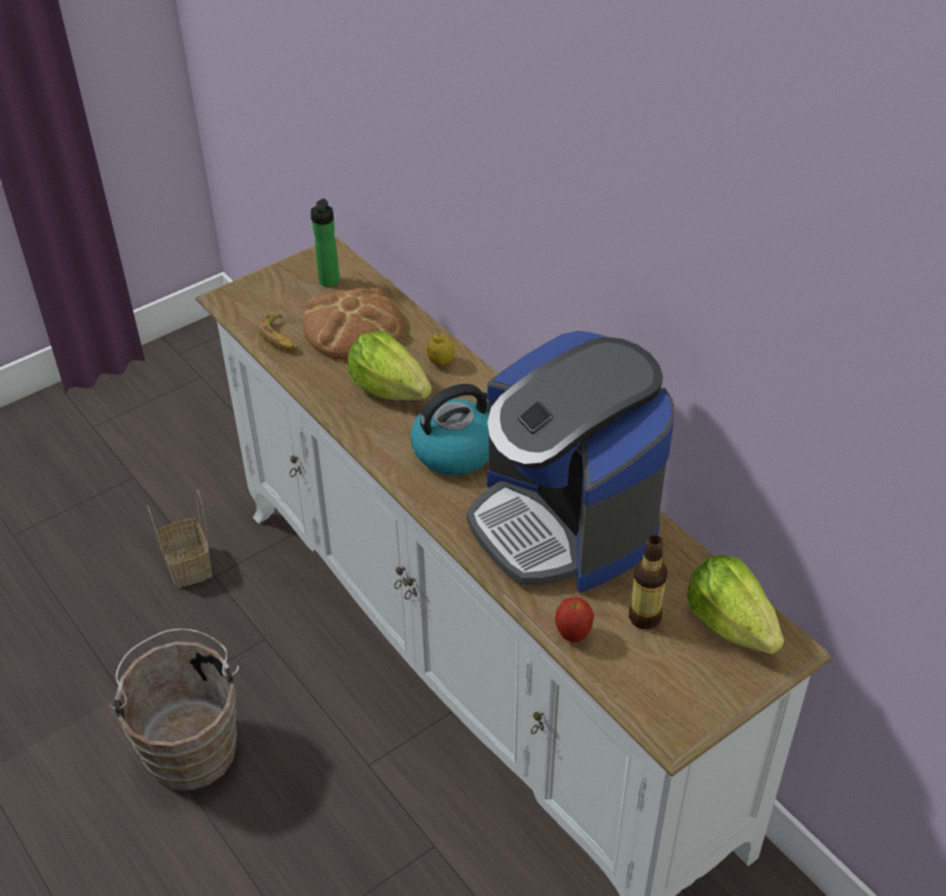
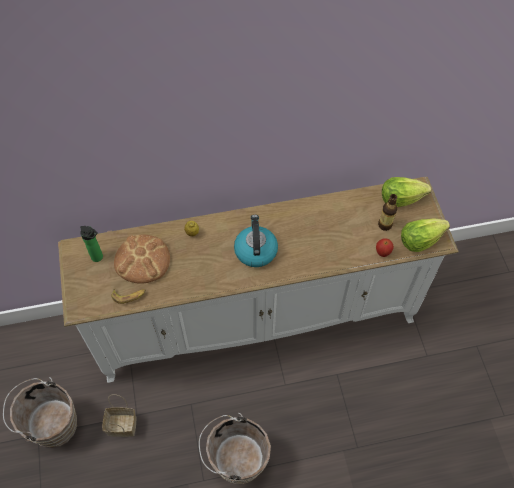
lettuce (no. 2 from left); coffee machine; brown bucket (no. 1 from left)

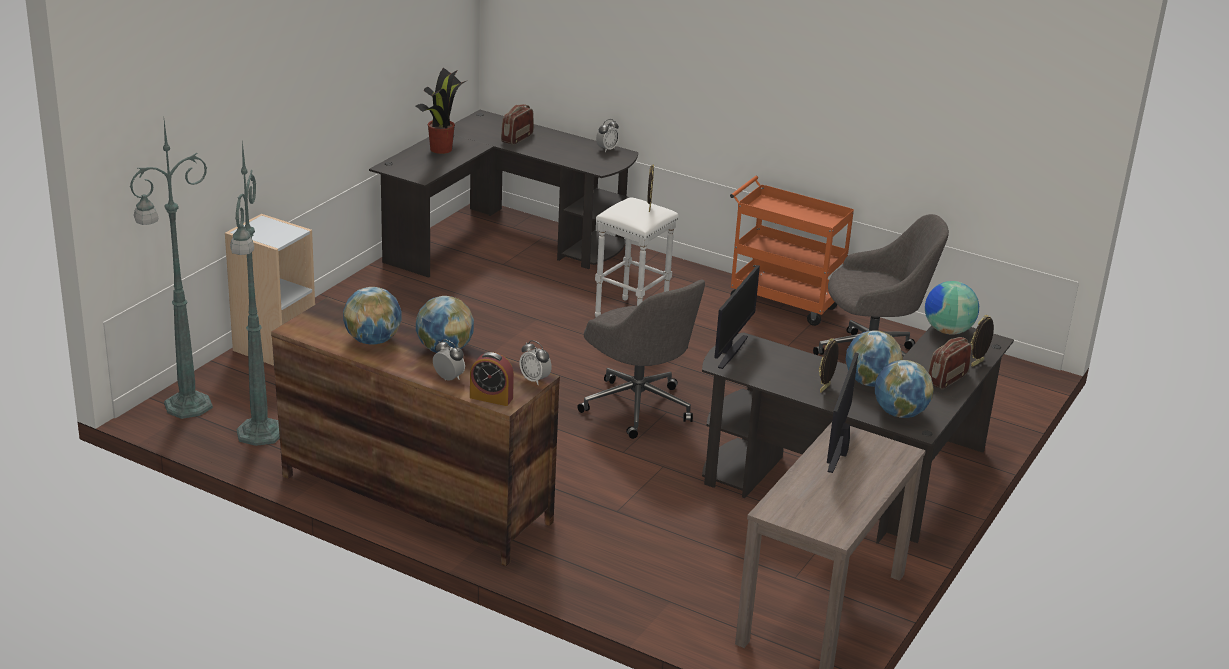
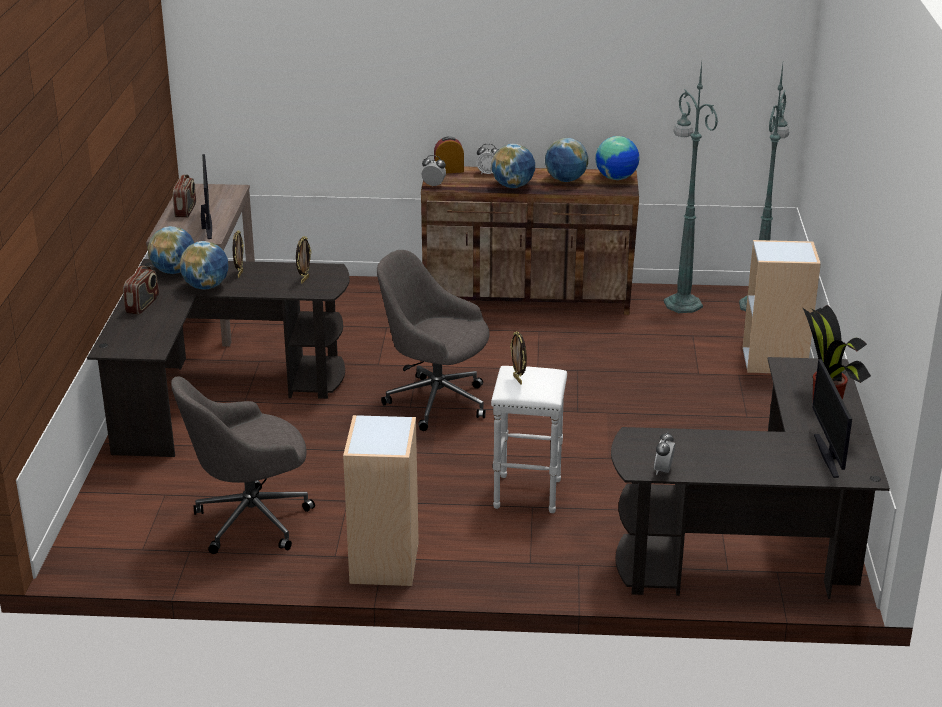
radio (no. 2 from left); monitor (no. 2 from left); bookcase (no. 1 from left); globe (no. 5 from left); picture frame (no. 2 from left)

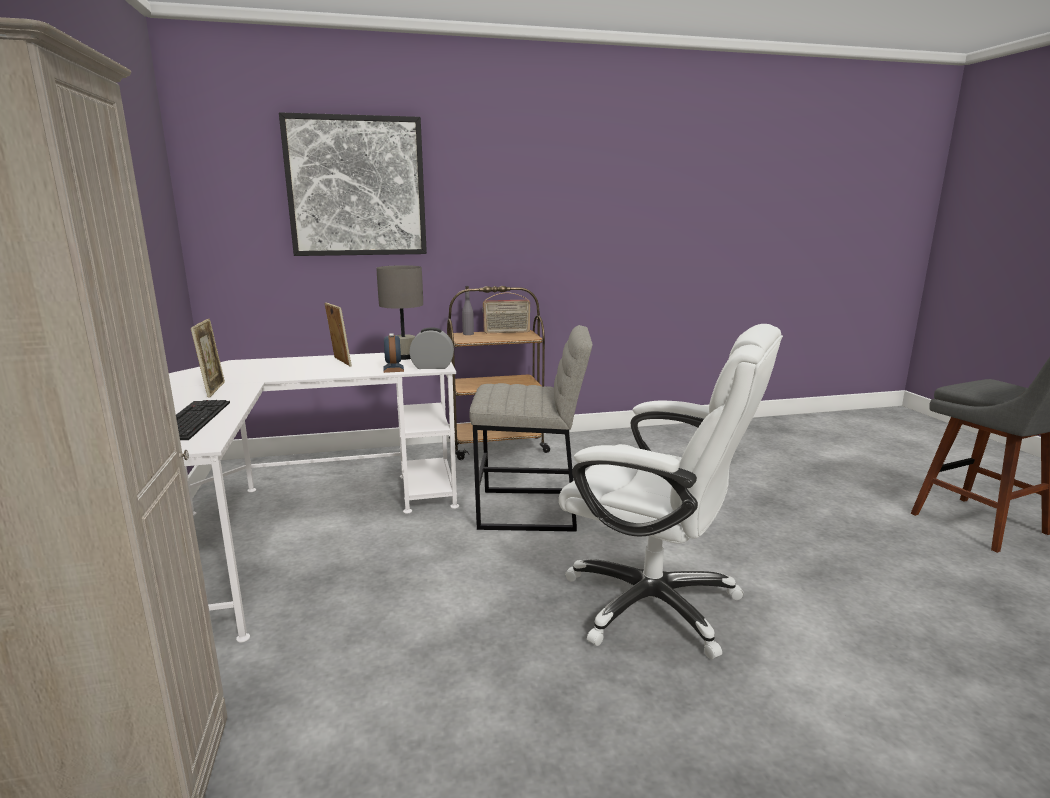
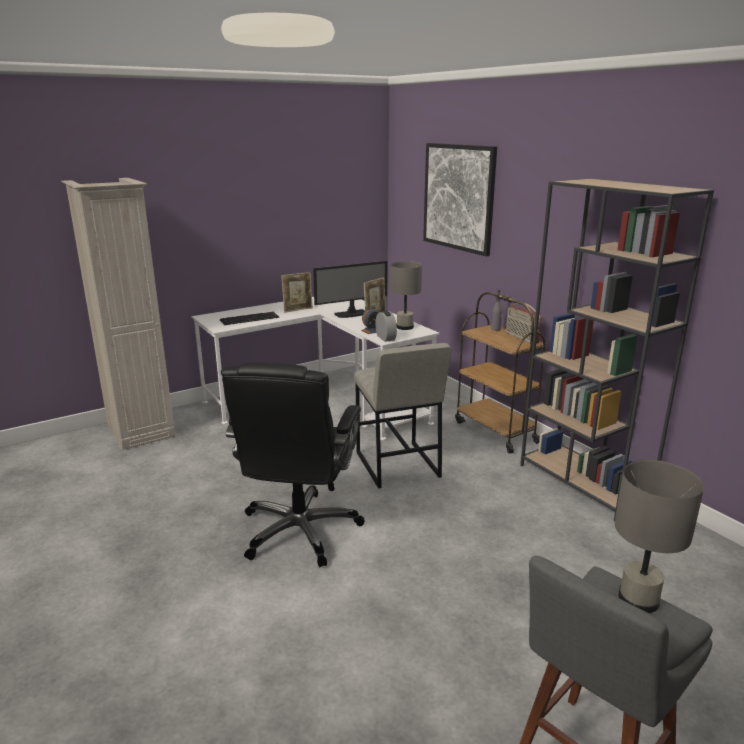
black office chair; monitor; bookcase; grey table lamp (no. 2 from left)

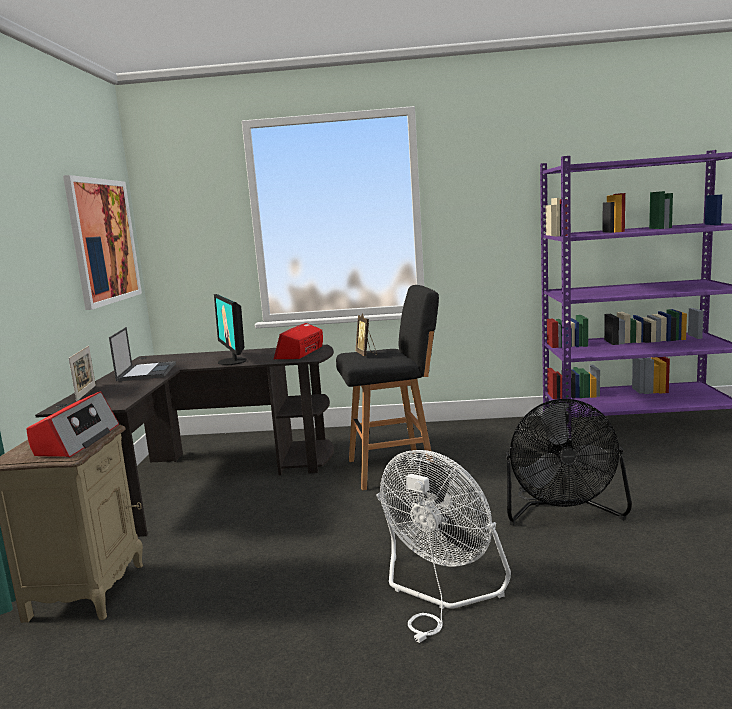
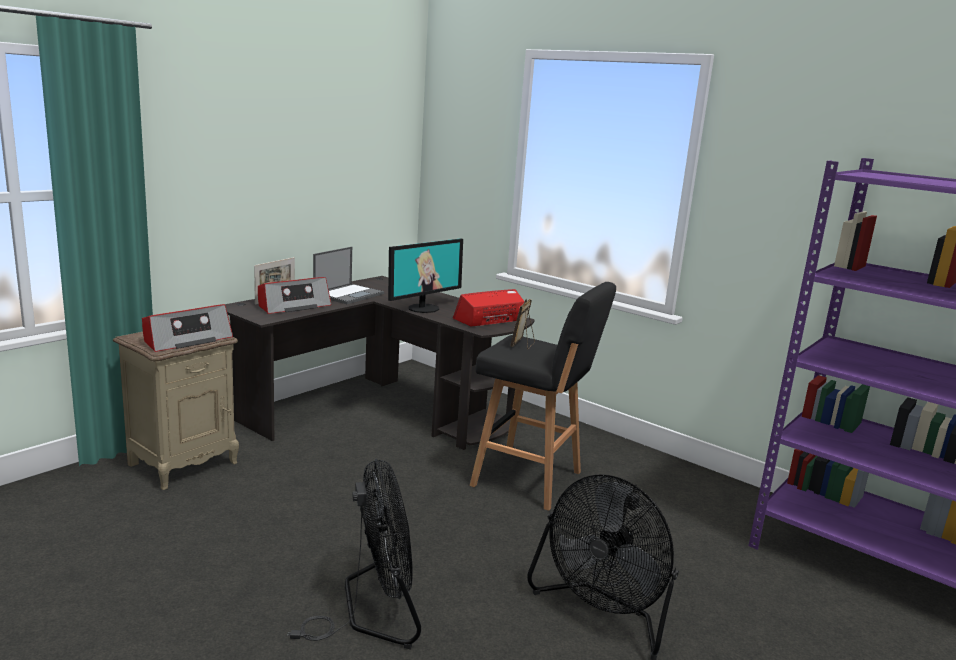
picture; monitor; black fan (no. 1 from left); radio (no. 2 from left)

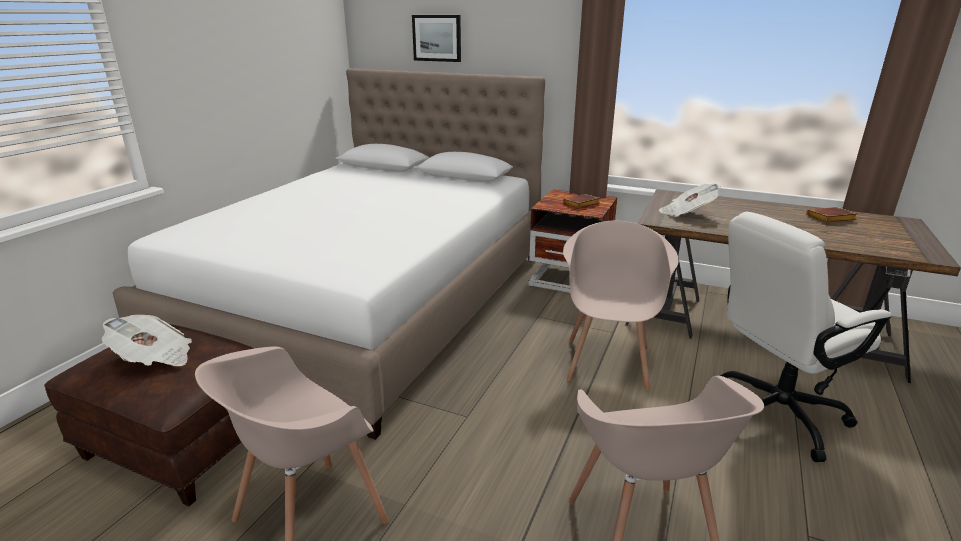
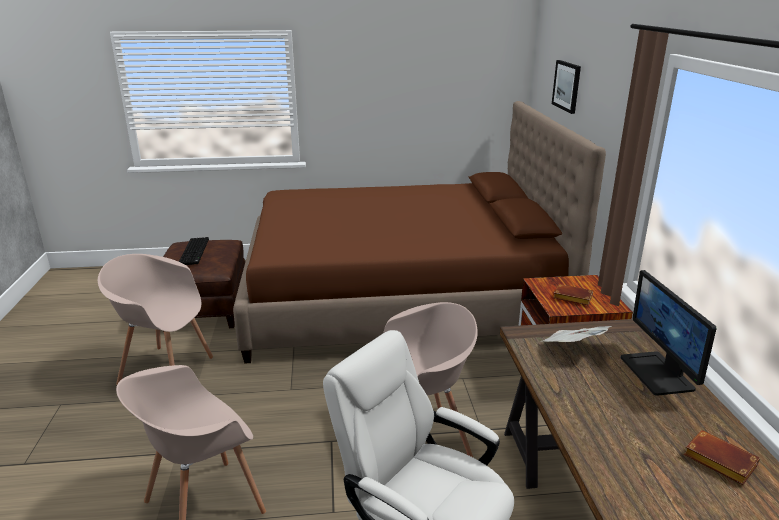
keyboard; brown bed; monitor

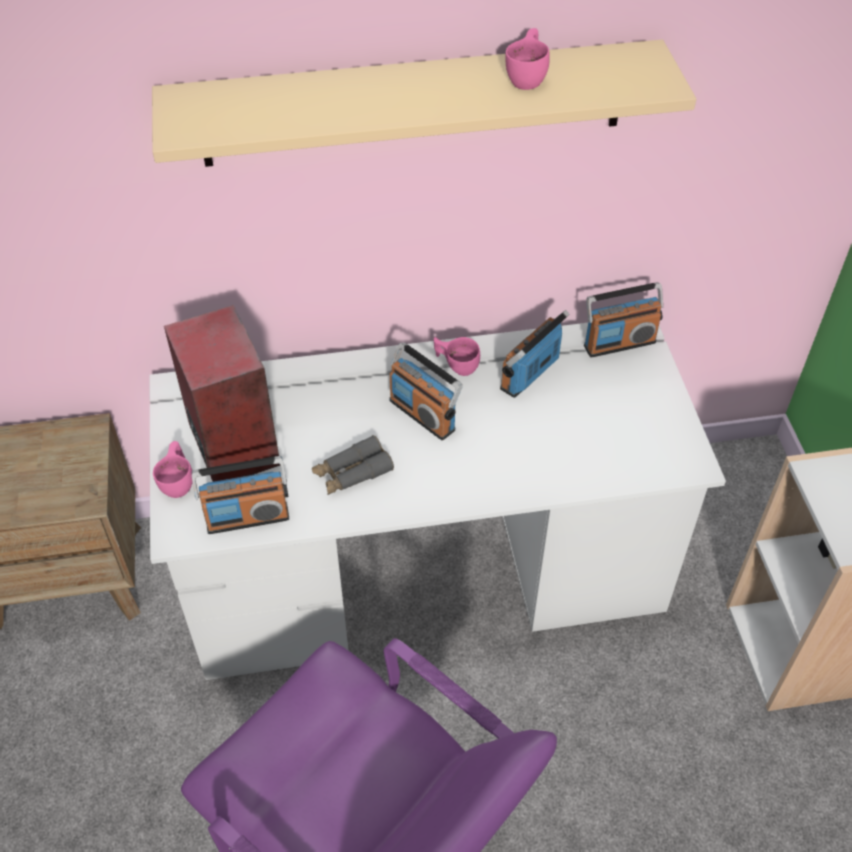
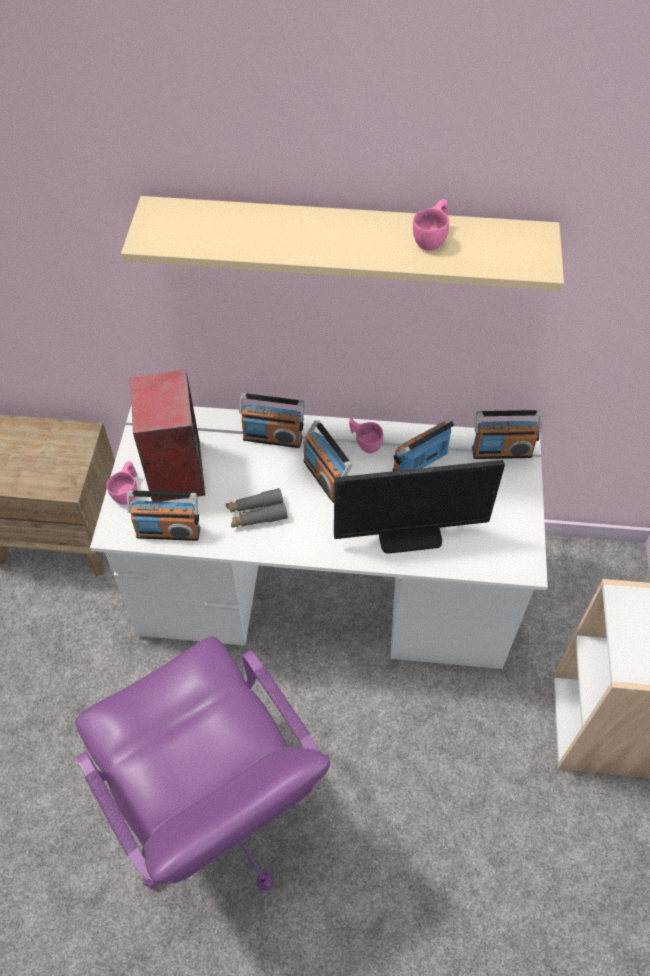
radio (no. 2 from left); monitor

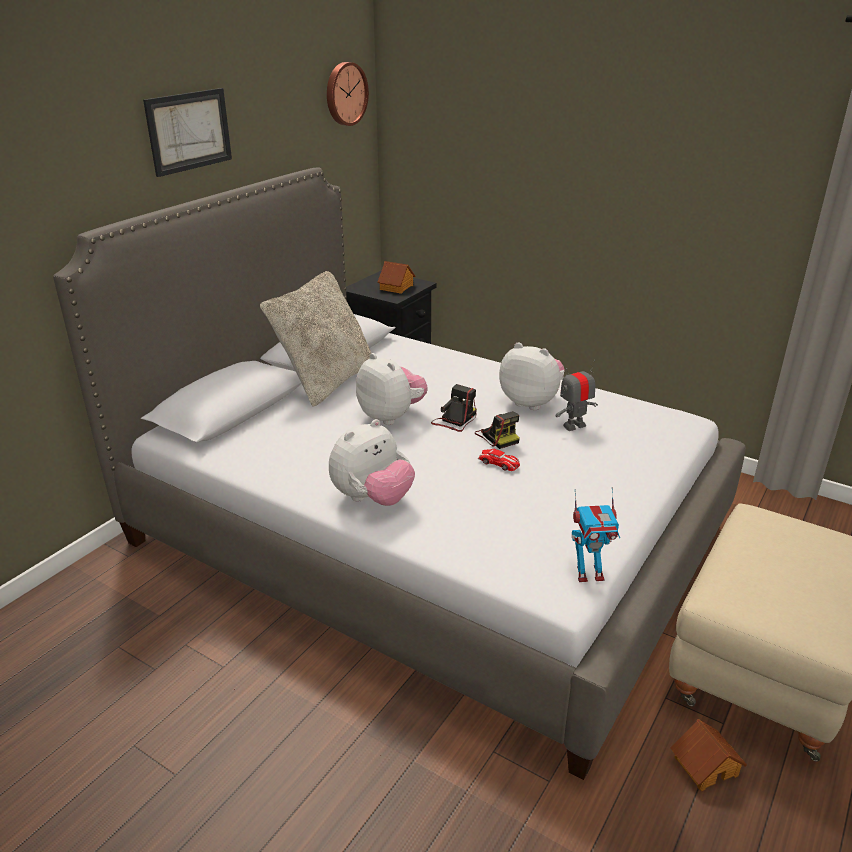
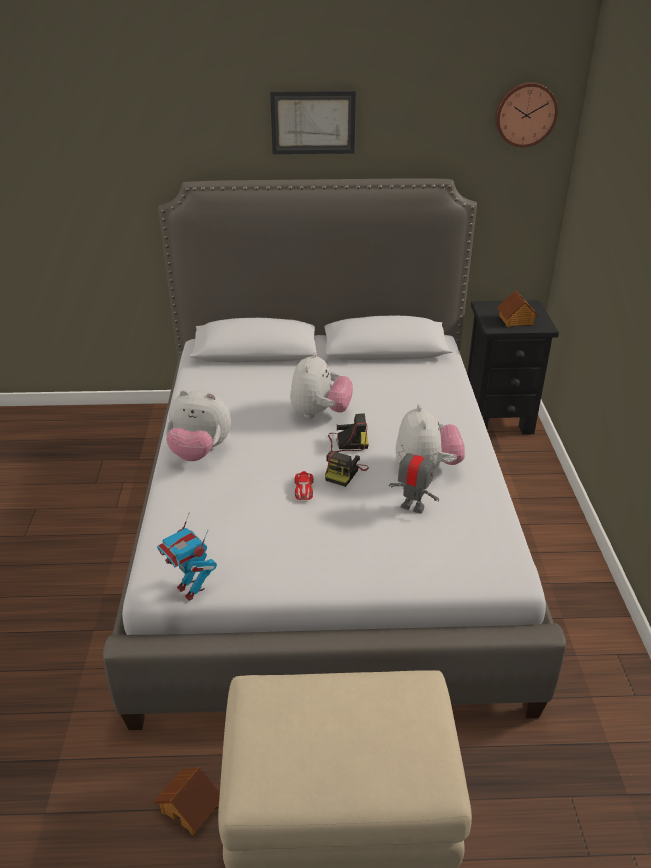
beige pillow

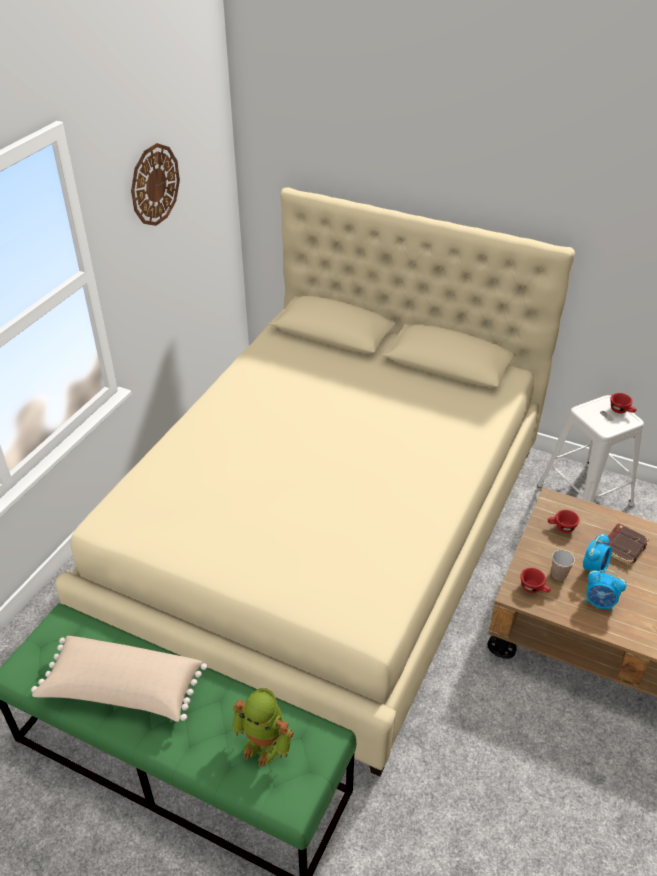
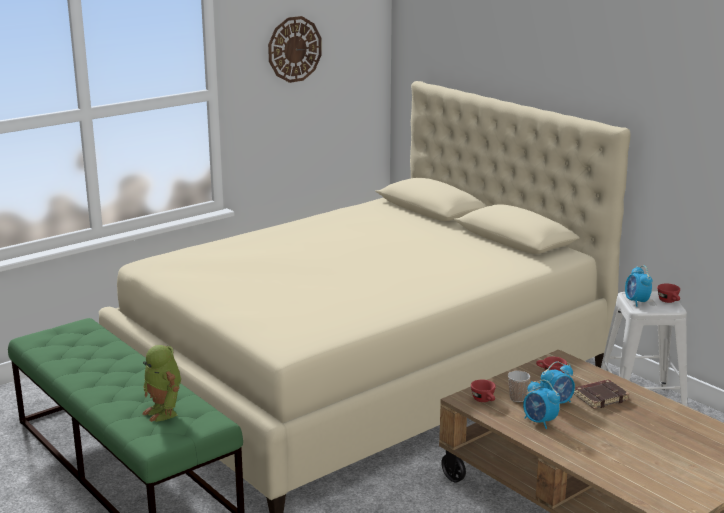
beige pillow; alarm clock (no. 3 from left)

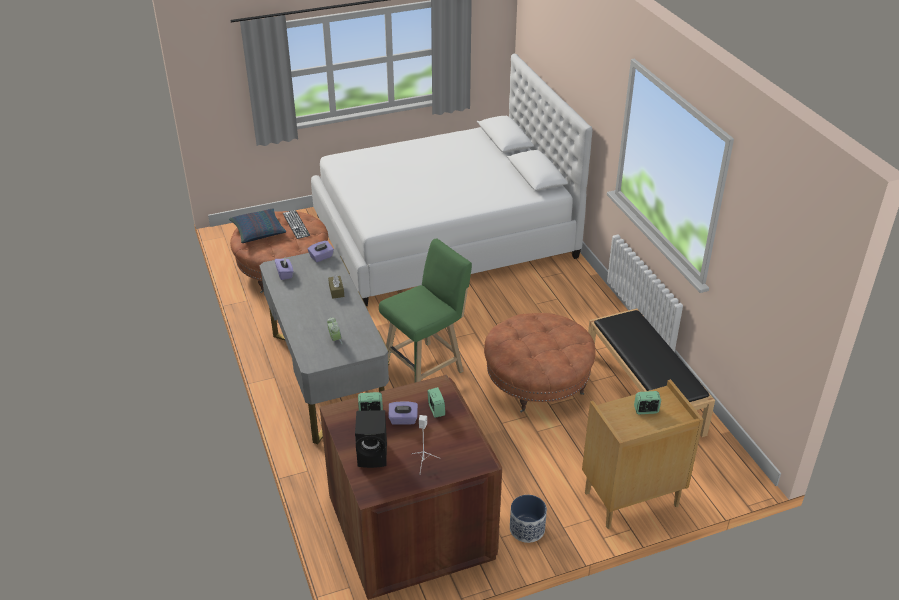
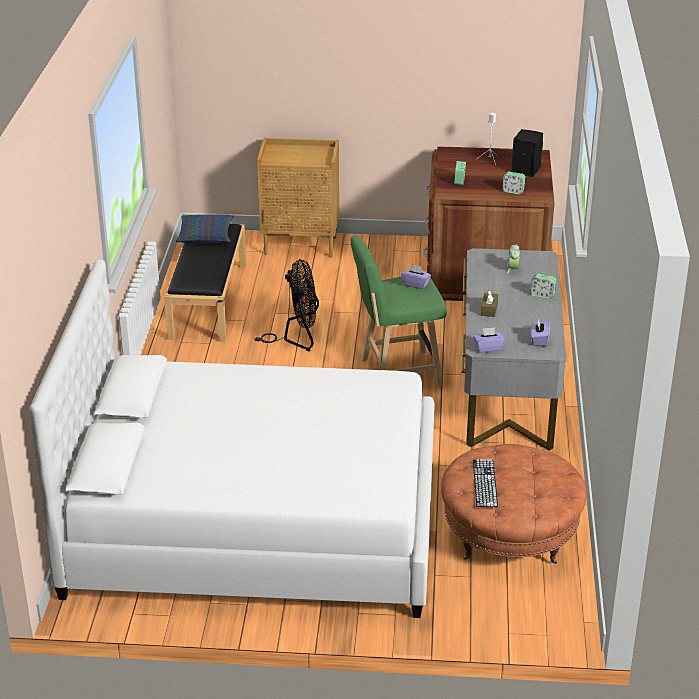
blue pillow; purple tissue box (no. 1 from left); black fan; planter; alarm clock (no. 4 from left)

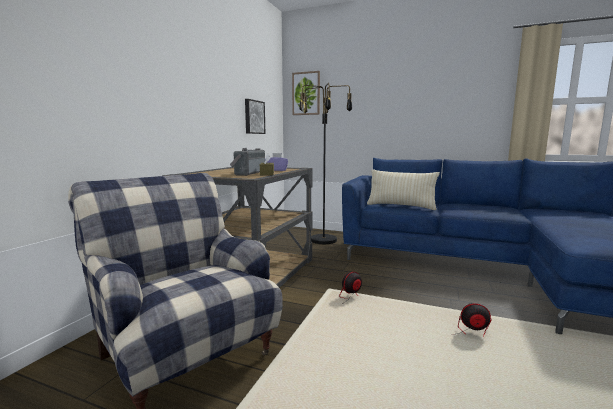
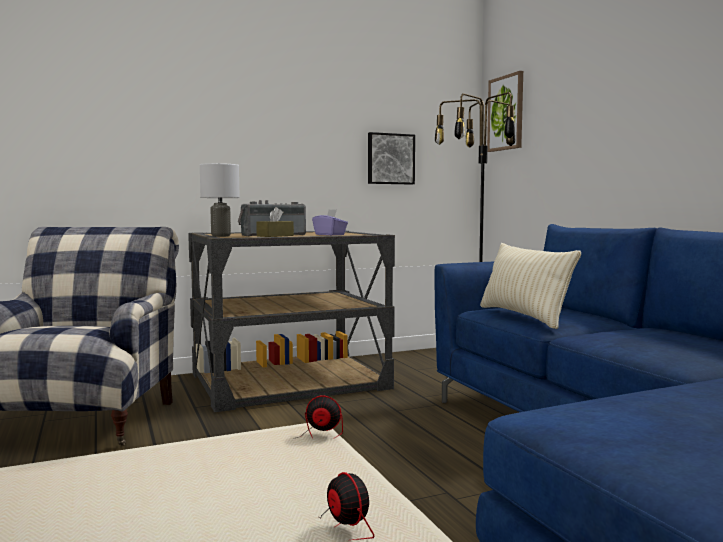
white table lamp

